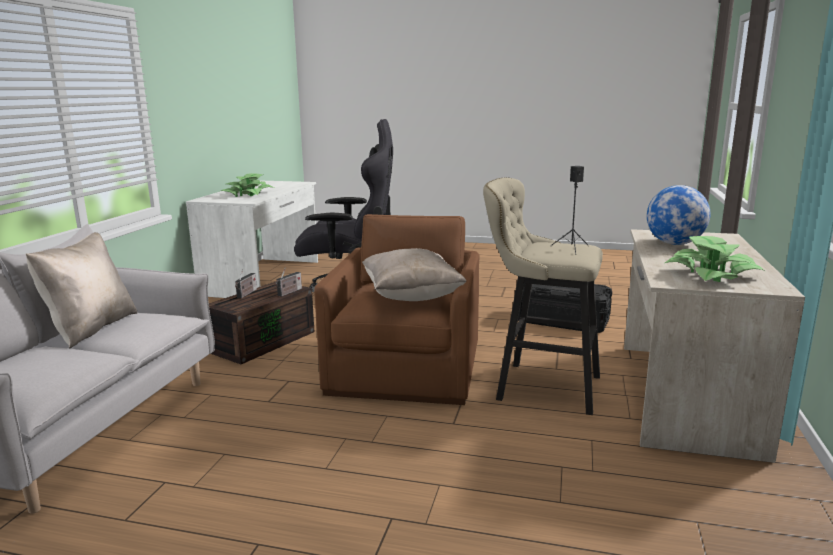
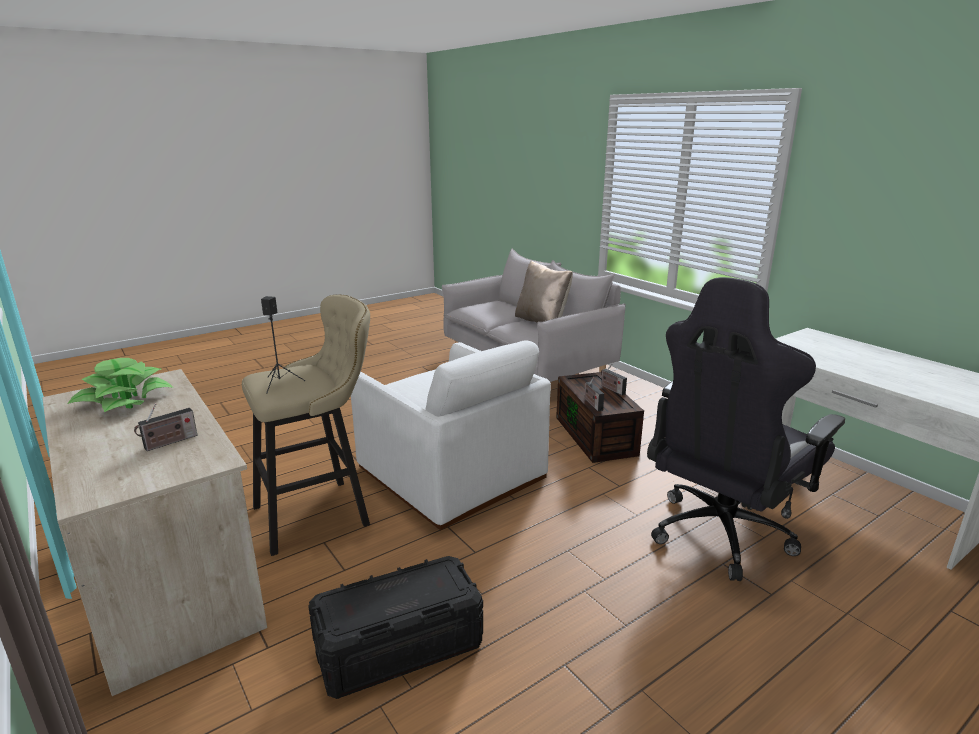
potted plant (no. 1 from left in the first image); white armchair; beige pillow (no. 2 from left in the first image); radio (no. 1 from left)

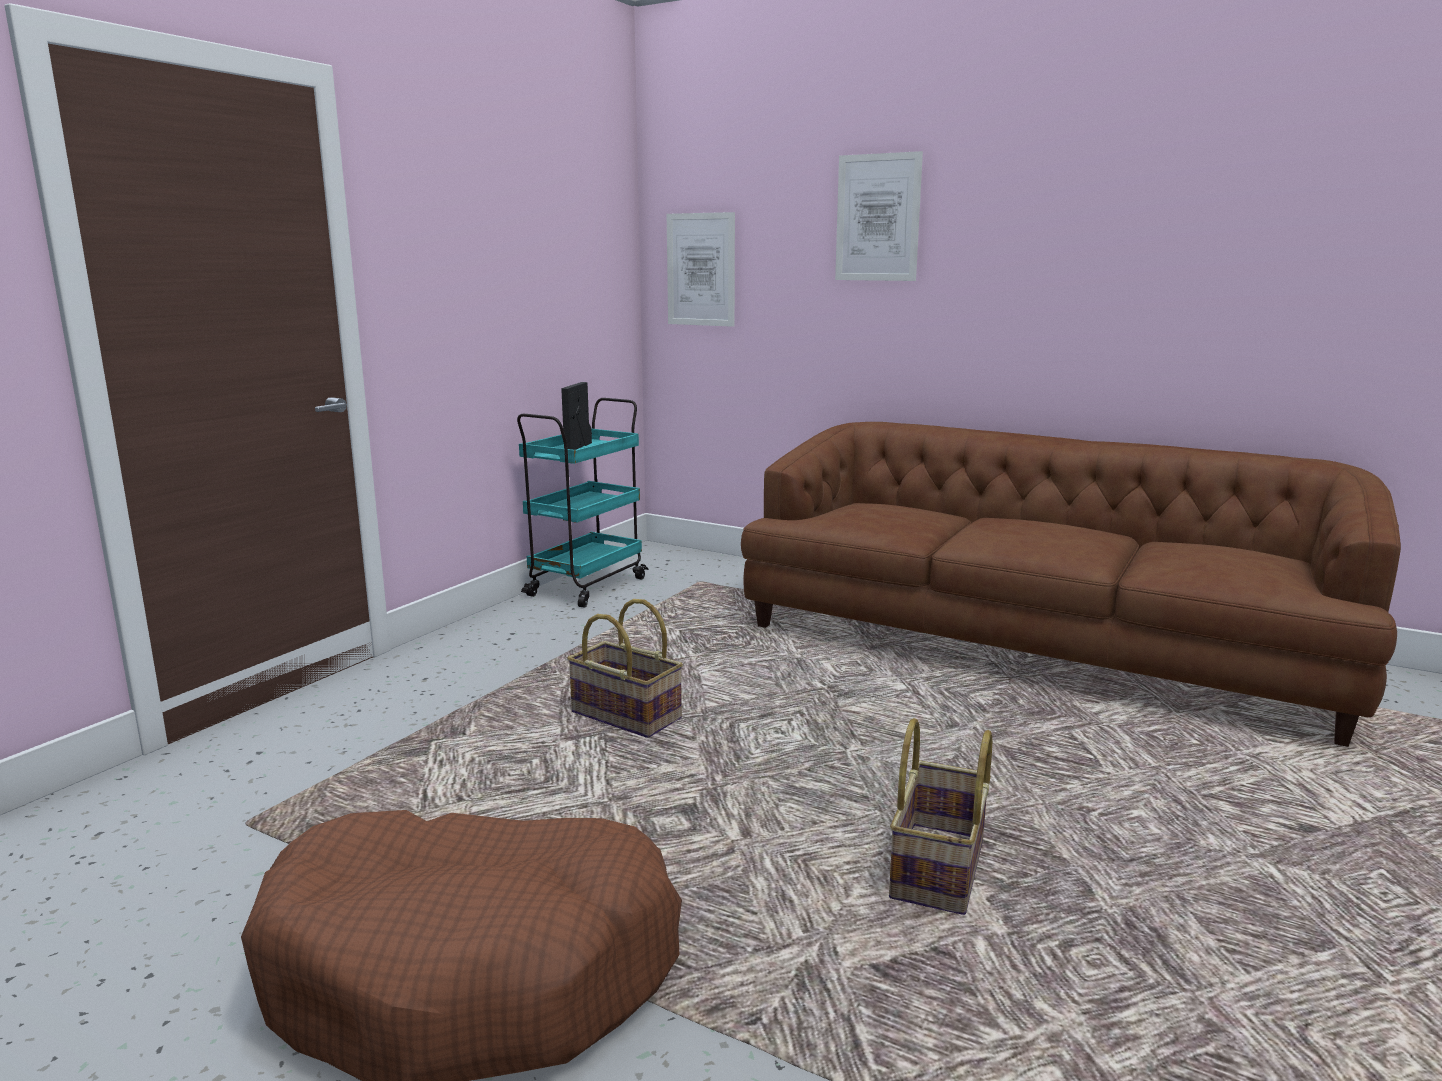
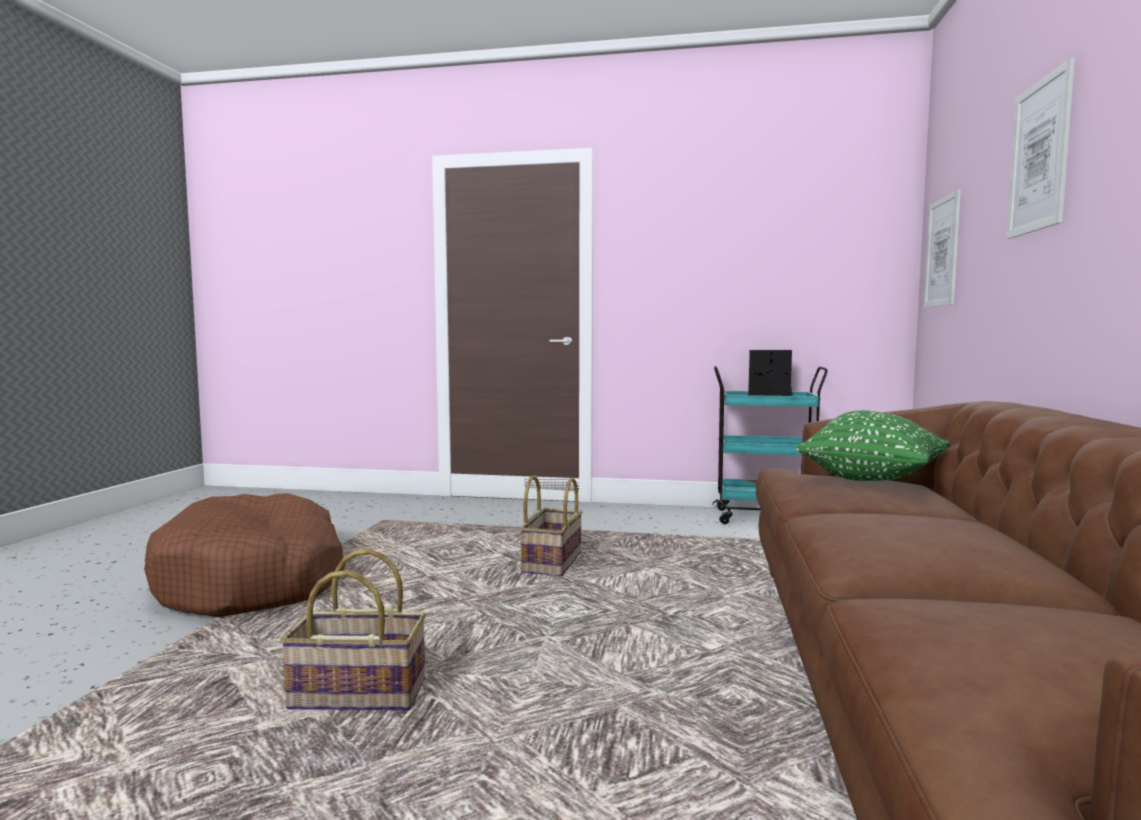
green pillow

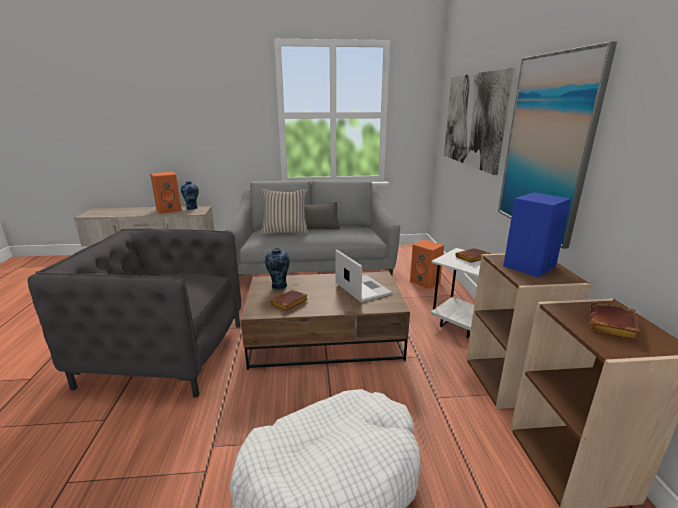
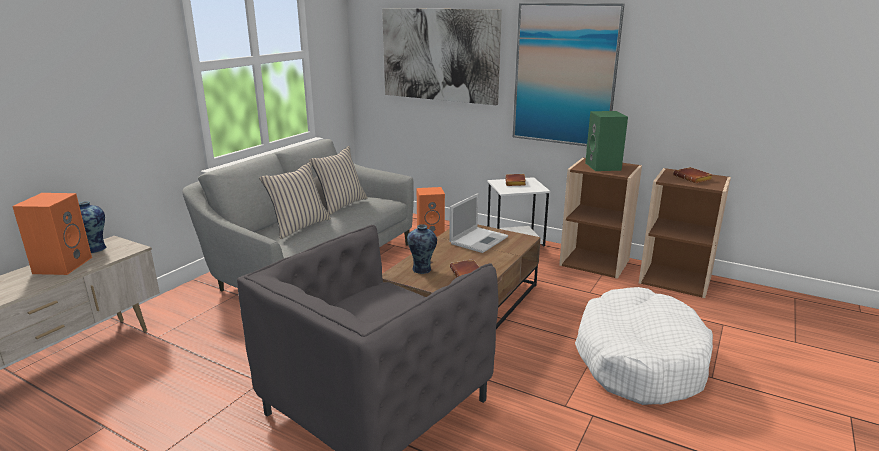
laptop; green speaker; beige pillow (no. 2 from left)

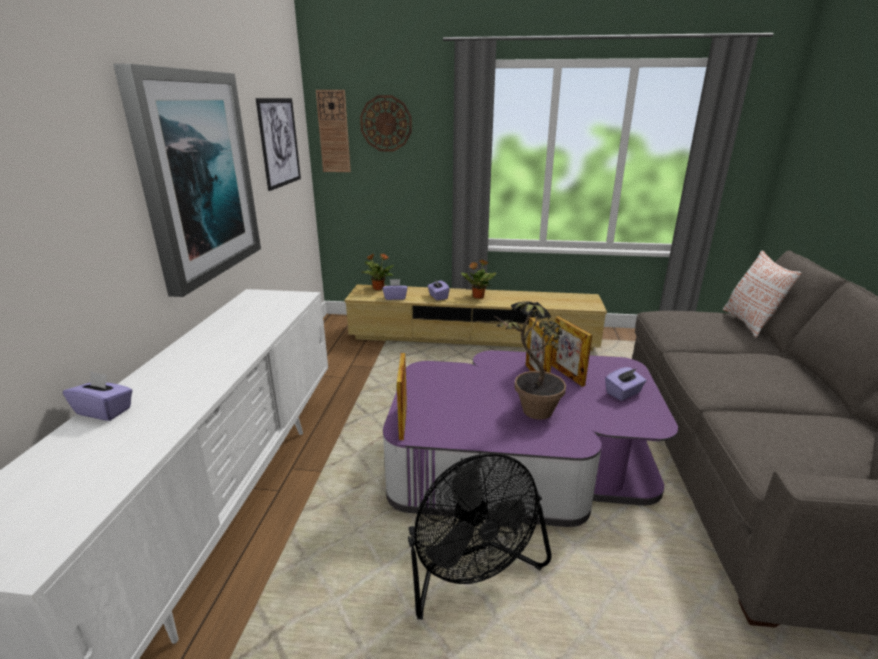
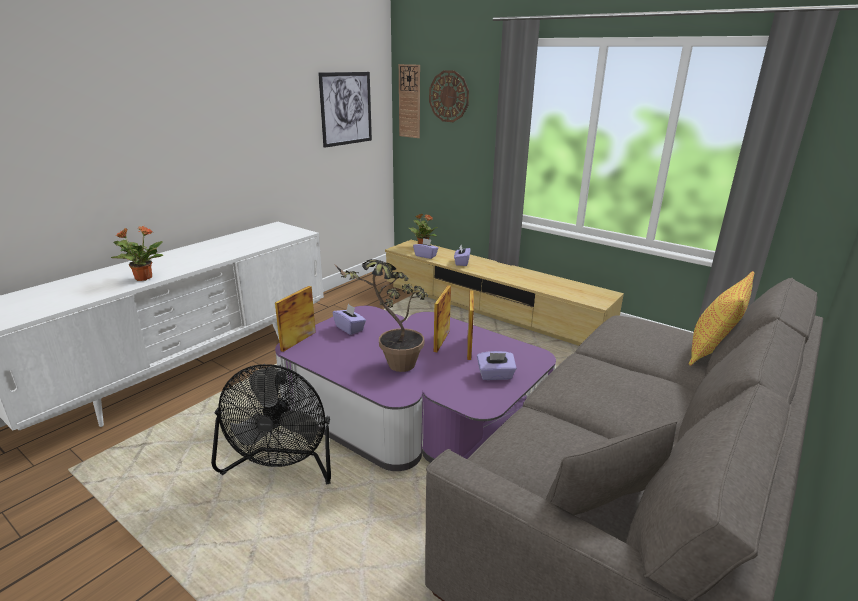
purple tissue box (no. 1 from left); picture (no. 1 from left in the first image); potted plant (no. 1 from left); yellow pillow

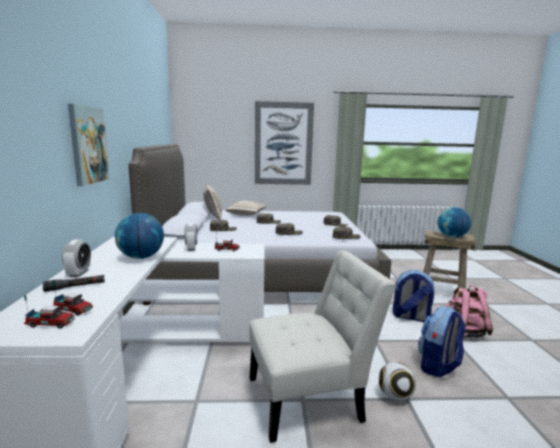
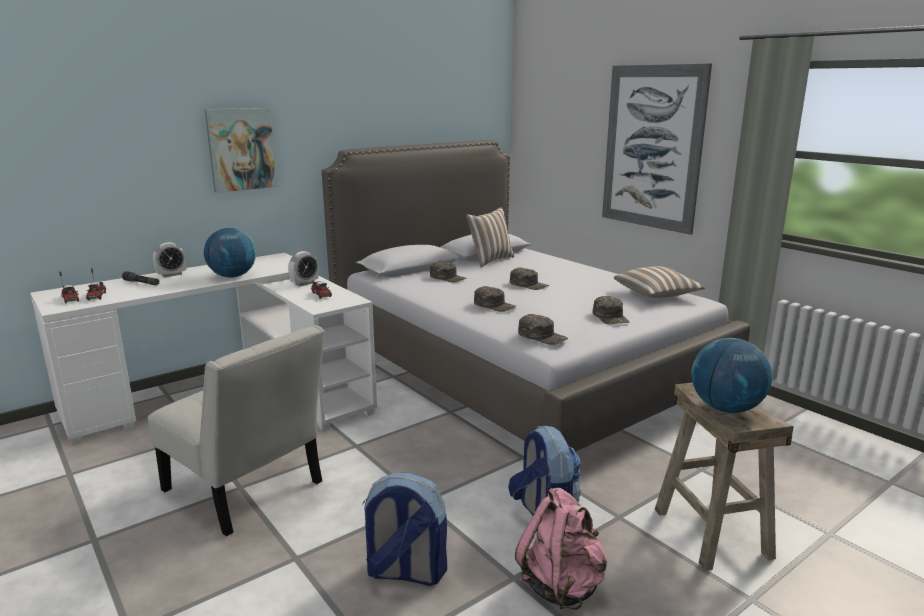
pillow (no. 2 from left); football

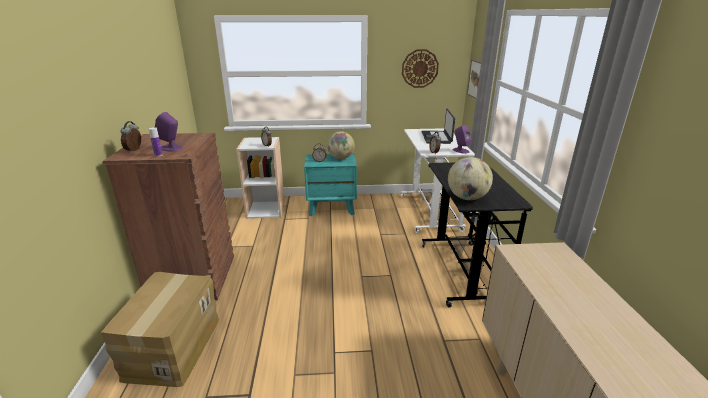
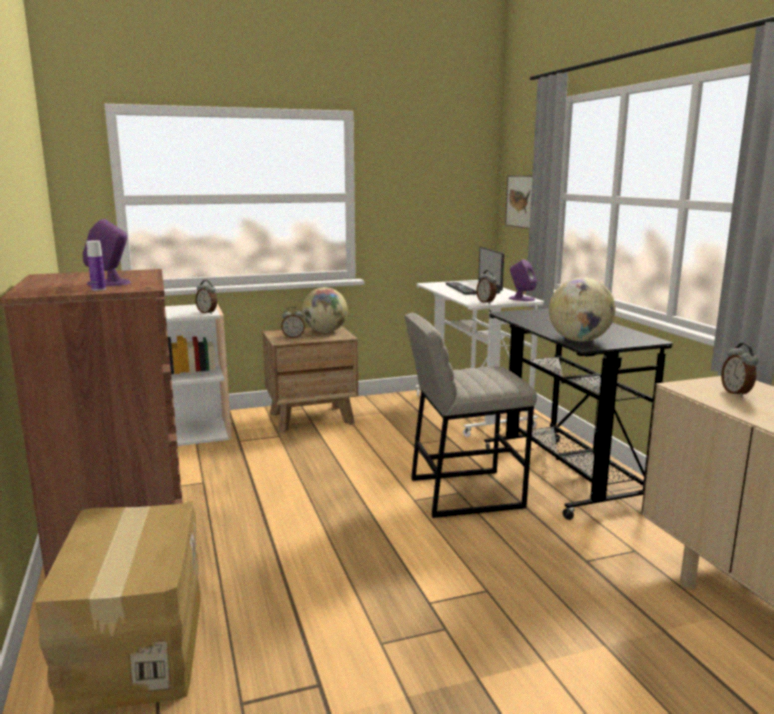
alarm clock (no. 4 from left); brown nightstand; wall clock; grey chair

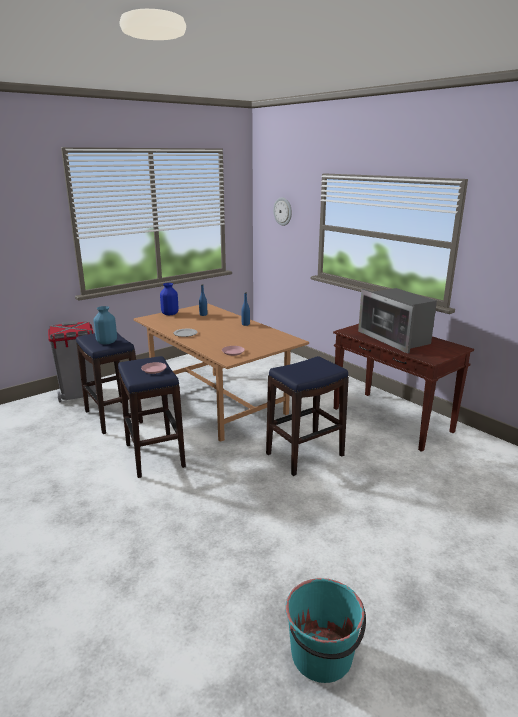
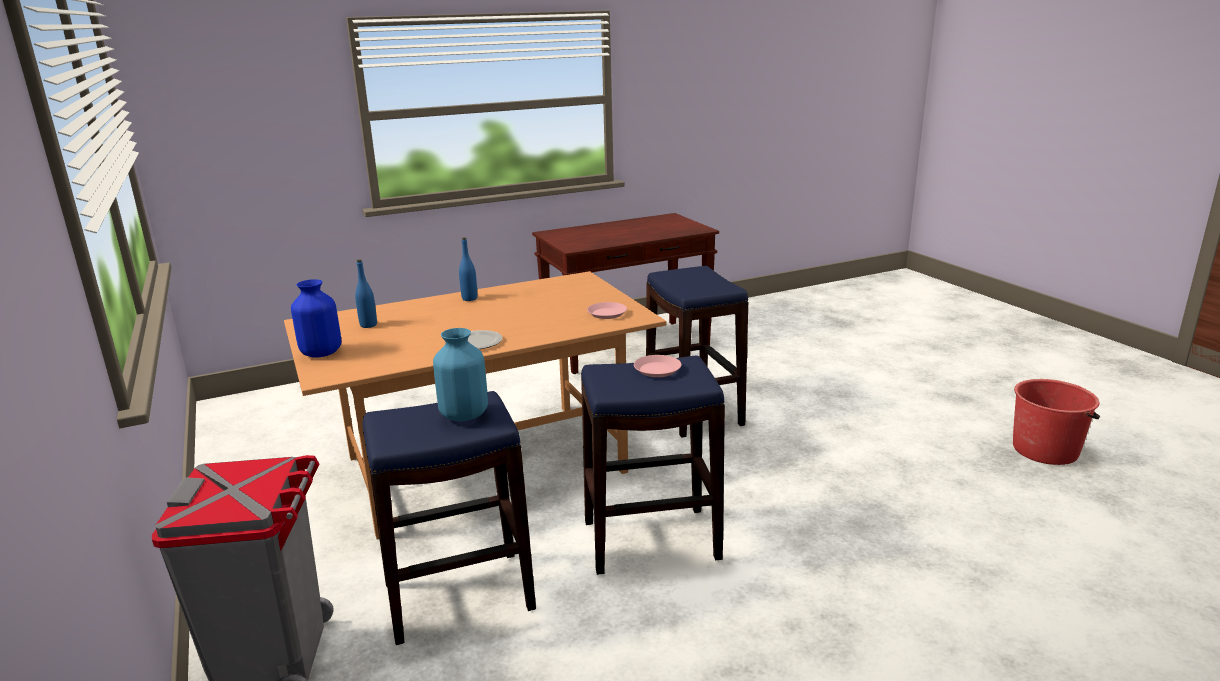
wall clock; red bucket; microwave

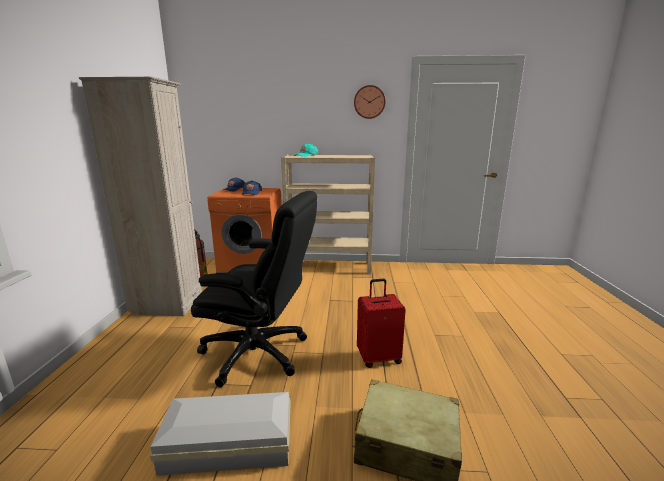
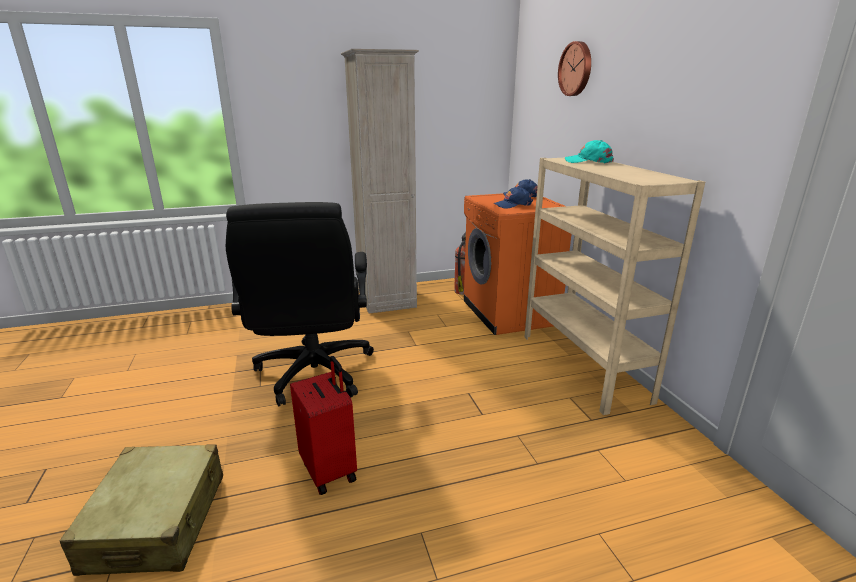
white storage box; wall clock

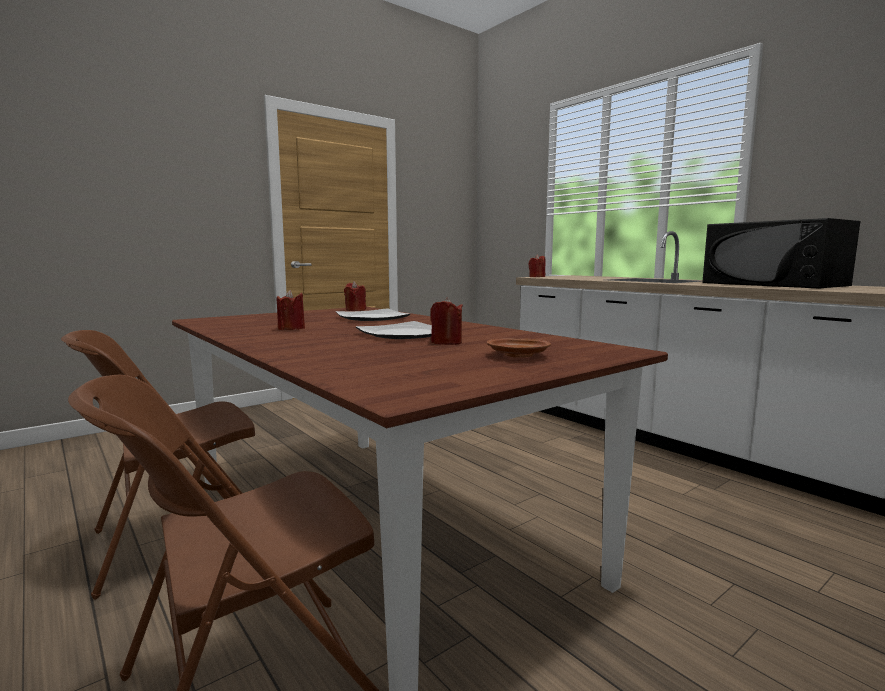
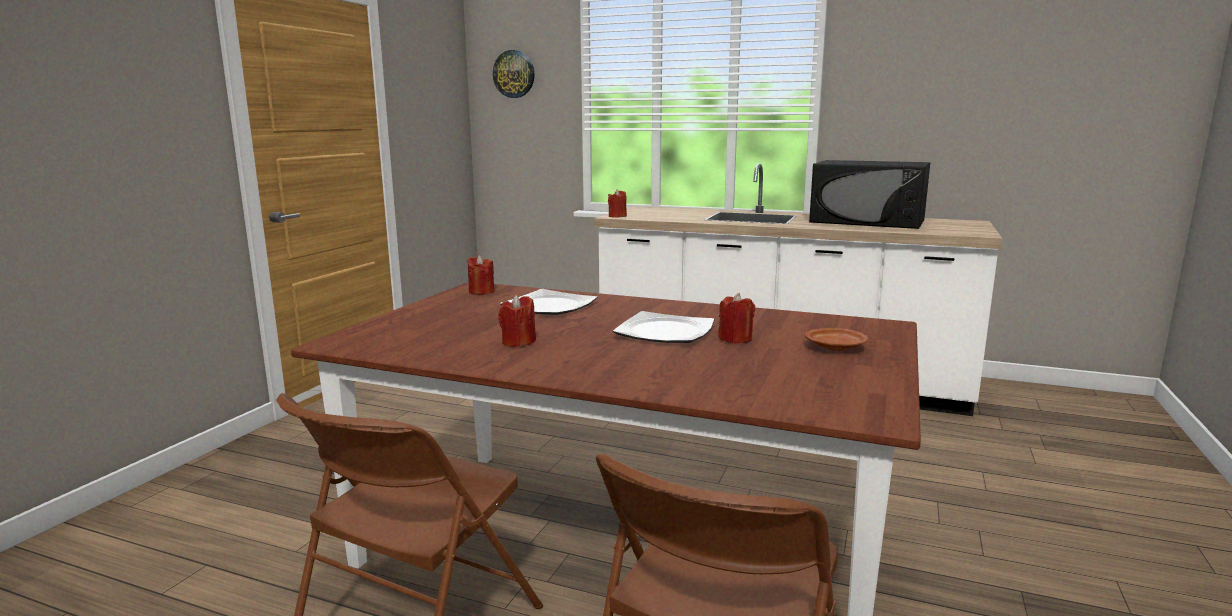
wall clock

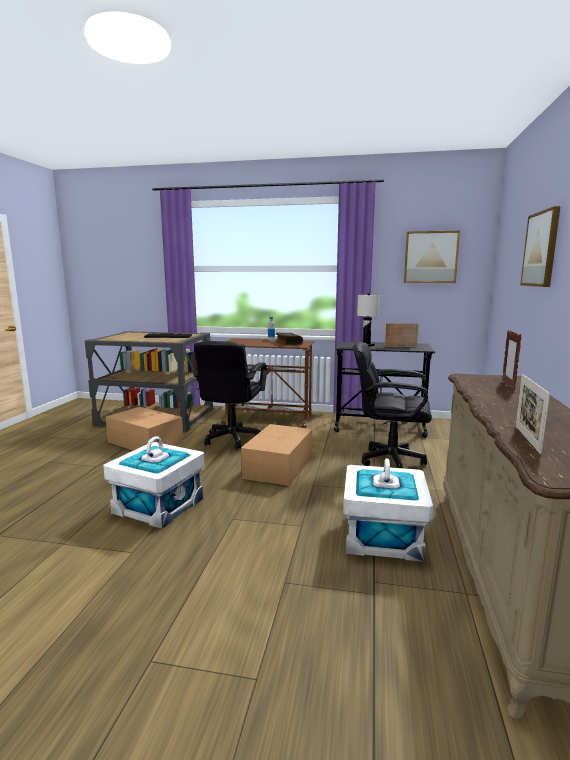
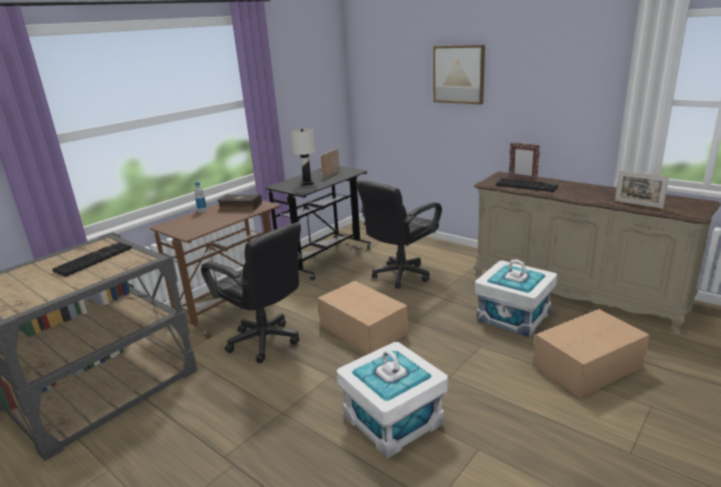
cardboard box (no. 2 from left); picture (no. 1 from left in the first image); keyboard (no. 2 from left)

